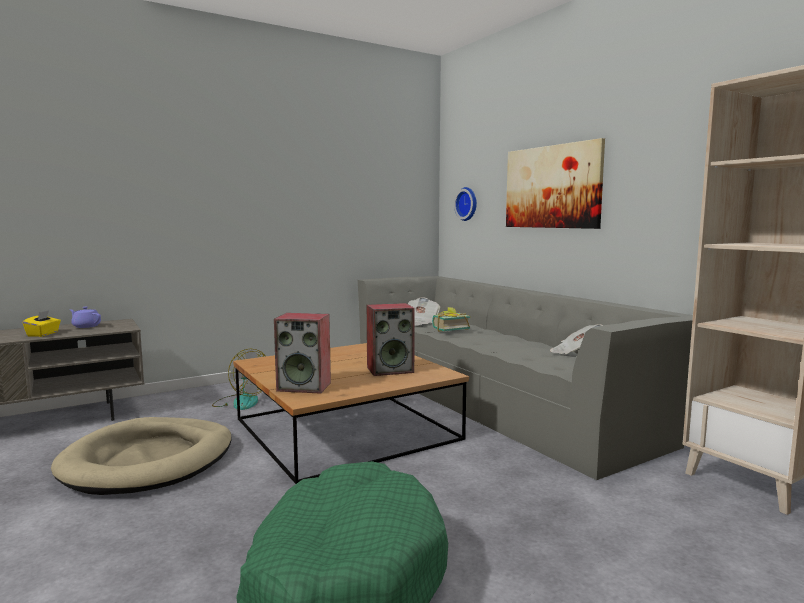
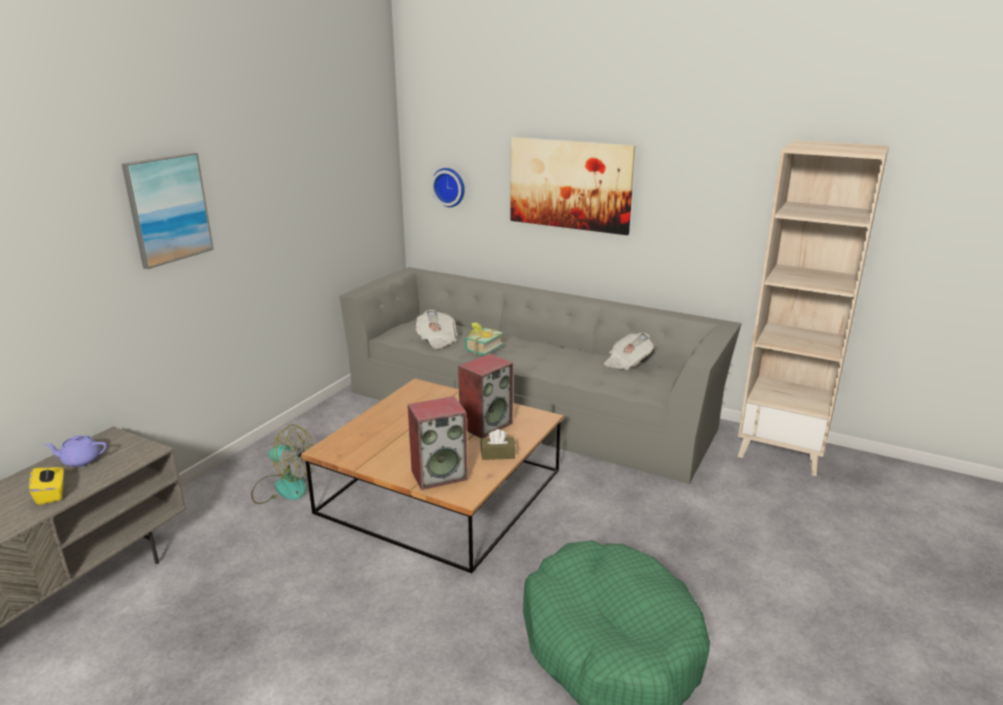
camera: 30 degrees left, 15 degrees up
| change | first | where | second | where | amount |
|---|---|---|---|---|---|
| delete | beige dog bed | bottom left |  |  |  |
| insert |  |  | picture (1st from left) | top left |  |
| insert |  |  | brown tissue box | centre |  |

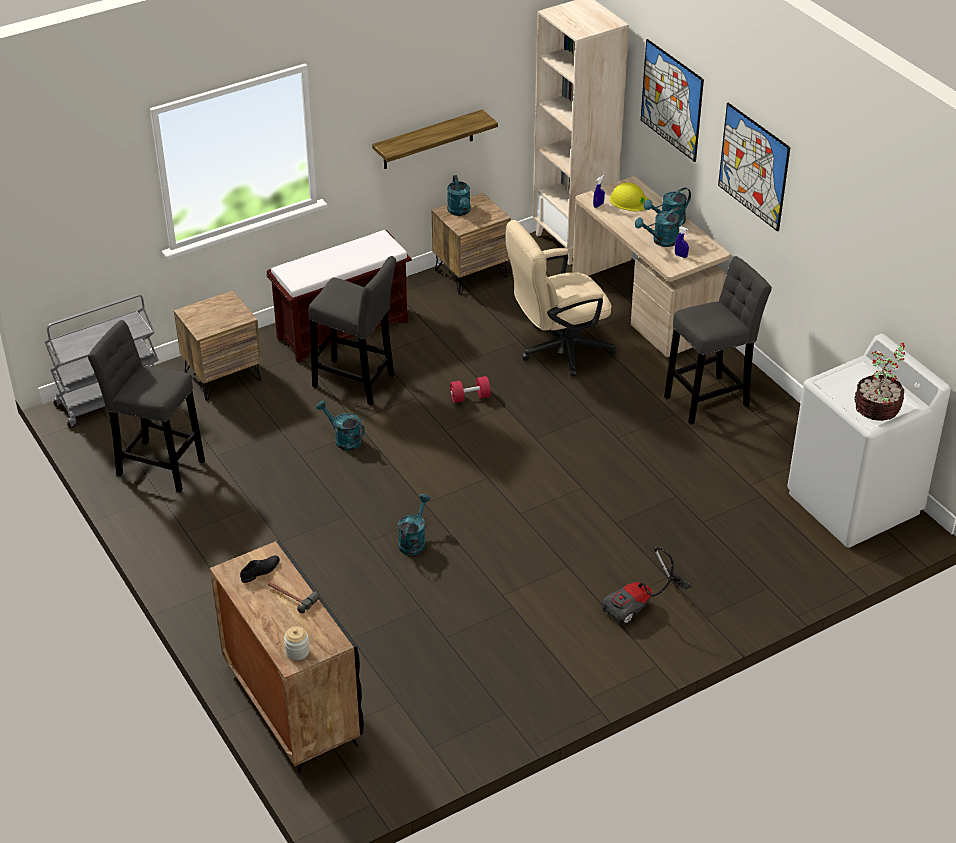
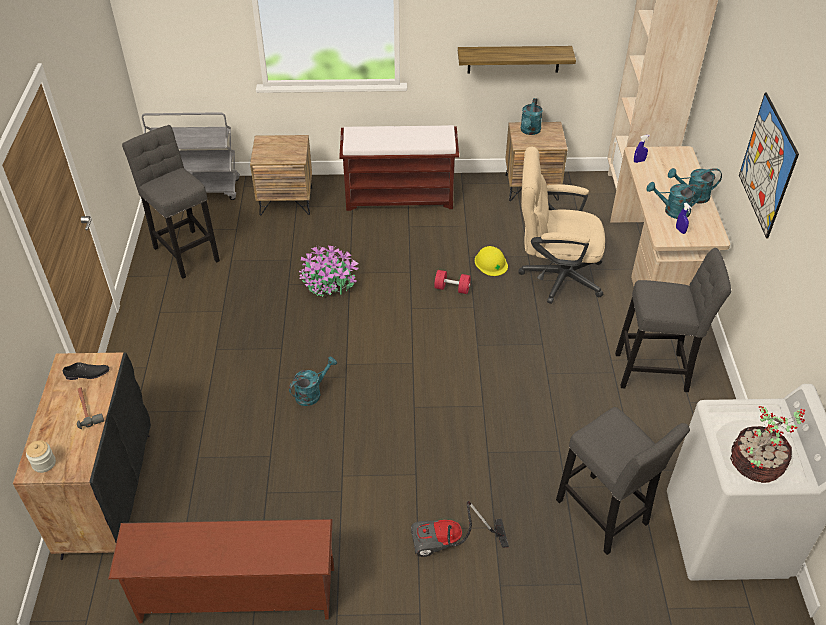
camera: 30 degrees right, 5 degrees up
| change | first | where | second | where | amount |
|---|---|---|---|---|---|
| delete | picture (1st from left) | top right |  |  |  |
| move | yellow hard hat | top centre |  | centre |  |
| move | grey stool (2nd from left) | centre |  | bottom right |  |
| replace | turquoise watering can (1st from left) | centre | potted plant (1st from left) | centre |  |
| insert |  |  | brown shoe rack | bottom left |  |

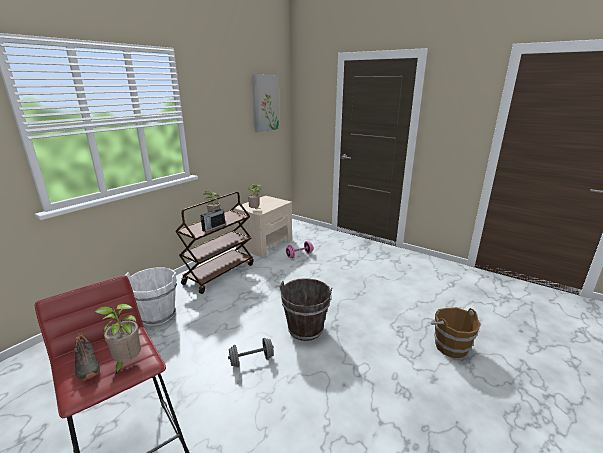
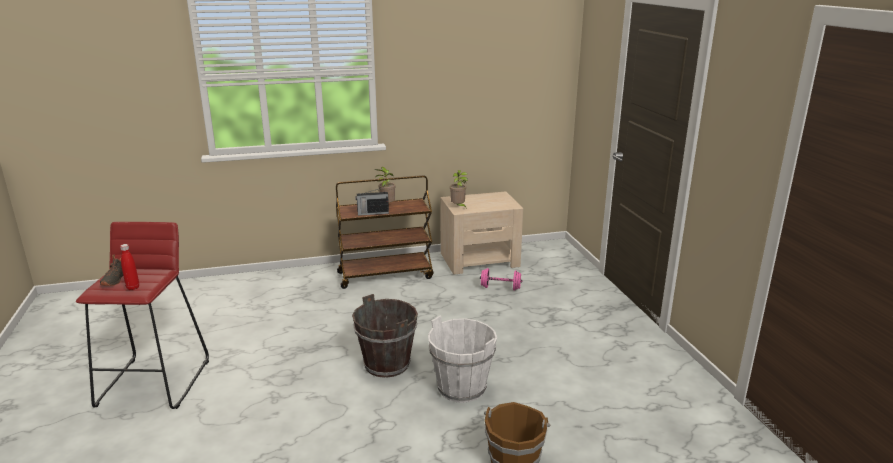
camera: 40 degrees right, 0 degrees up
| change | first | where | second | where | amount |
|---|---|---|---|---|---|
| delete | picture | top centre |  |  |  |
| move | white bucket | middle left |  | bottom centre |  |
| replace | potted plant (1st from left) | bottom left | red bottle | middle left |  |
| delete | grey dumbbell | bottom centre |  |  |  |

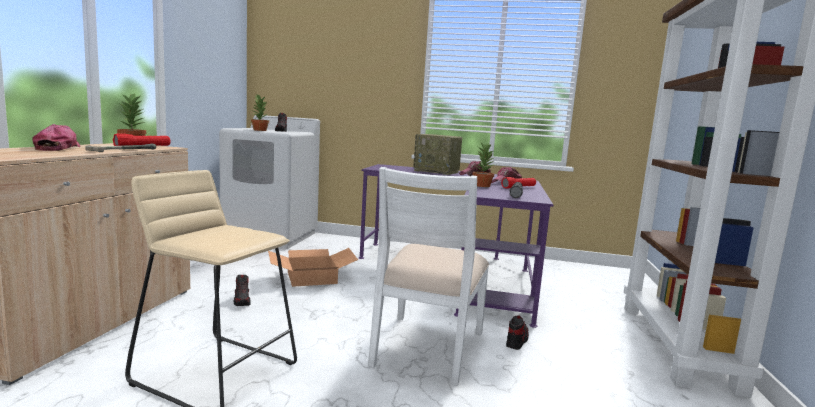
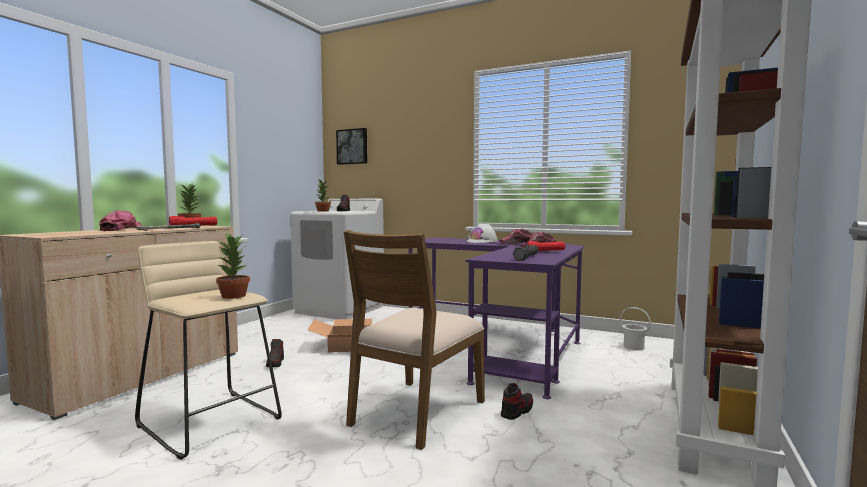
camera: 15 degrees right, 5 degrees down
| change | first | where | second | where | amount |
|---|---|---|---|---|---|
| replace | radio | centre | white hard hat | centre |  |
| move | potted plant (3rd from left in the first image) | centre | potted plant (2nd from left) | middle left |  |
| recolor | white chair | bottom centre | brown chair | bottom centre |  |
| insert |  |  | picture | top centre |  |
| insert |  |  | white bucket | bottom right |  |

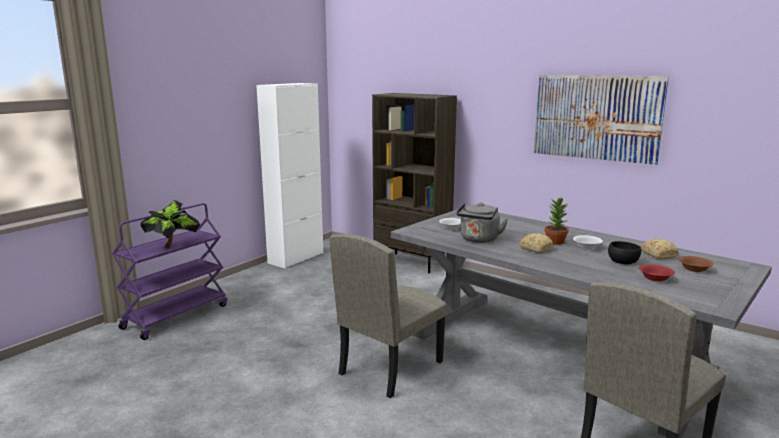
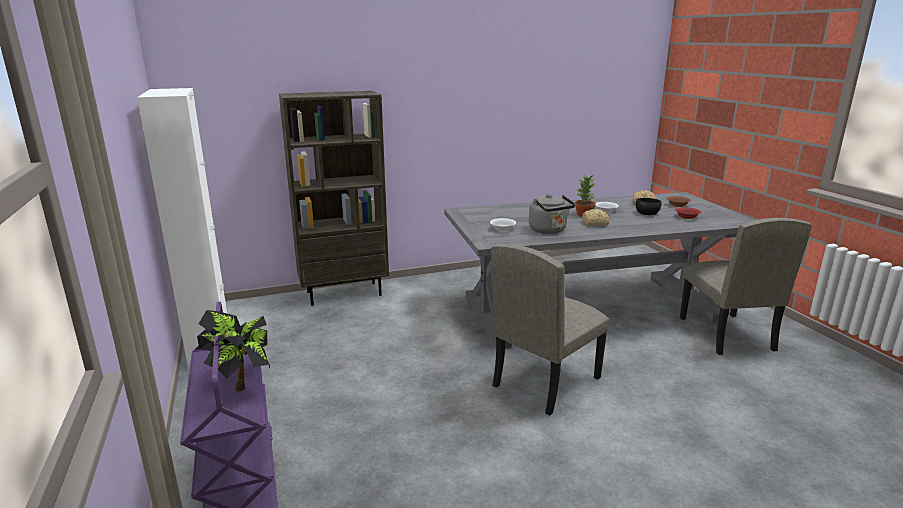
camera: 55 degrees left, 5 degrees up
| change | first | where | second | where | amount |
|---|---|---|---|---|---|
| delete | picture | top right |  |  |  |
| rotate | beige chair (1st from left) | bottom centre |  | centre | 60 degrees clockwise |

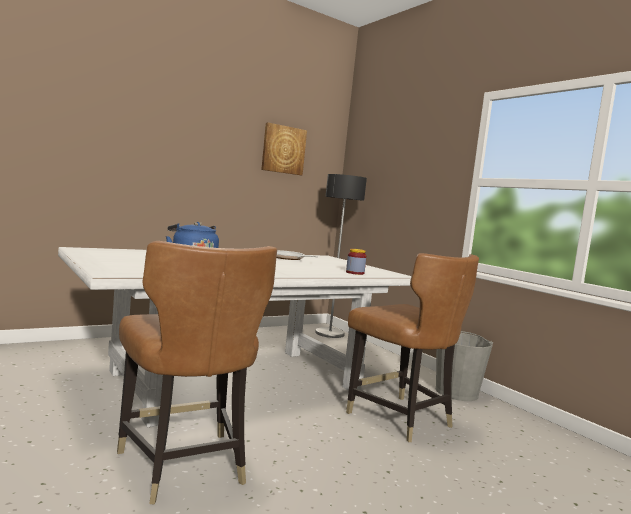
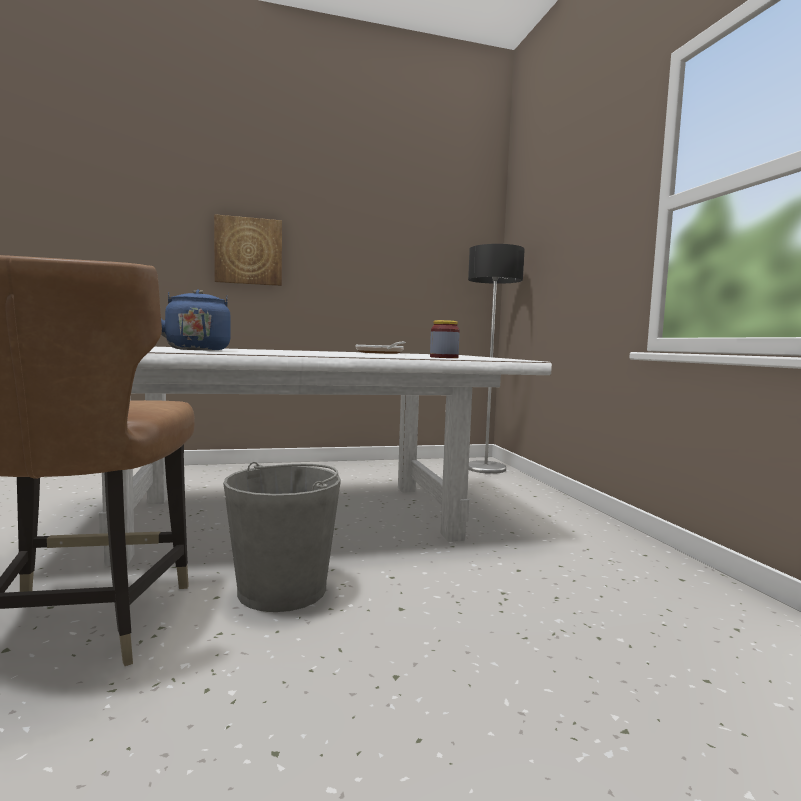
camera: 20 degrees right, 0 degrees up
| change | first | where | second | where | amount |
|---|---|---|---|---|---|
| move | picture | top centre |  | top left |  |
| delete | brown chair (2nd from left) | bottom centre |  |  |  |
| move | grey bucket | bottom right |  | bottom centre |  |

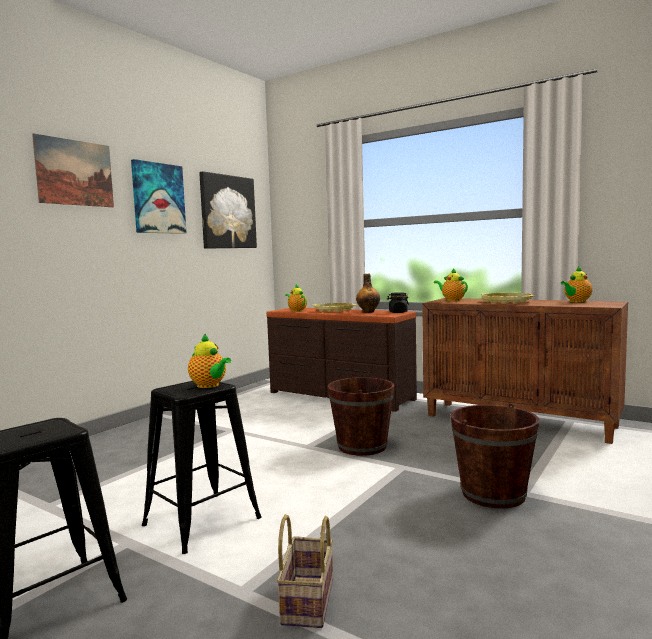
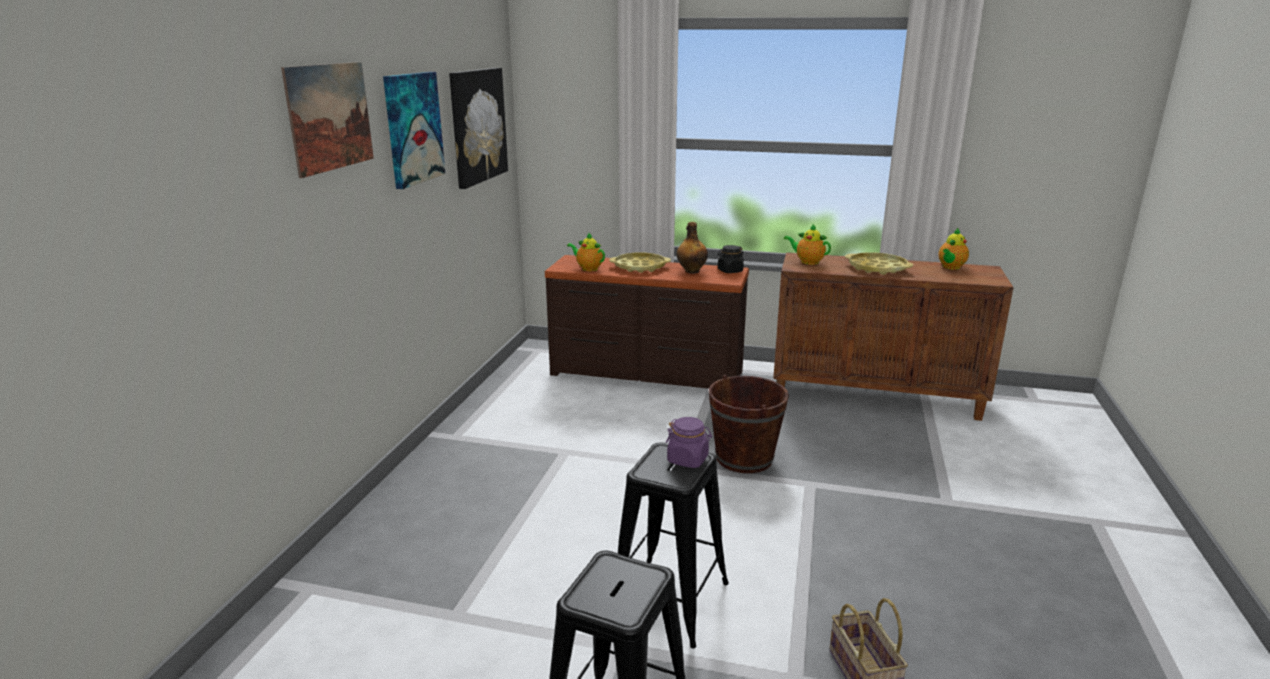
camera: 20 degrees left, 15 degrees up
| change | first | where | second | where | amount |
|---|---|---|---|---|---|
| replace | teapot (1st from left) | middle left | purple jar | centre |  |
| delete | brown bucket (2nd from left) | bottom right |  |  |  |

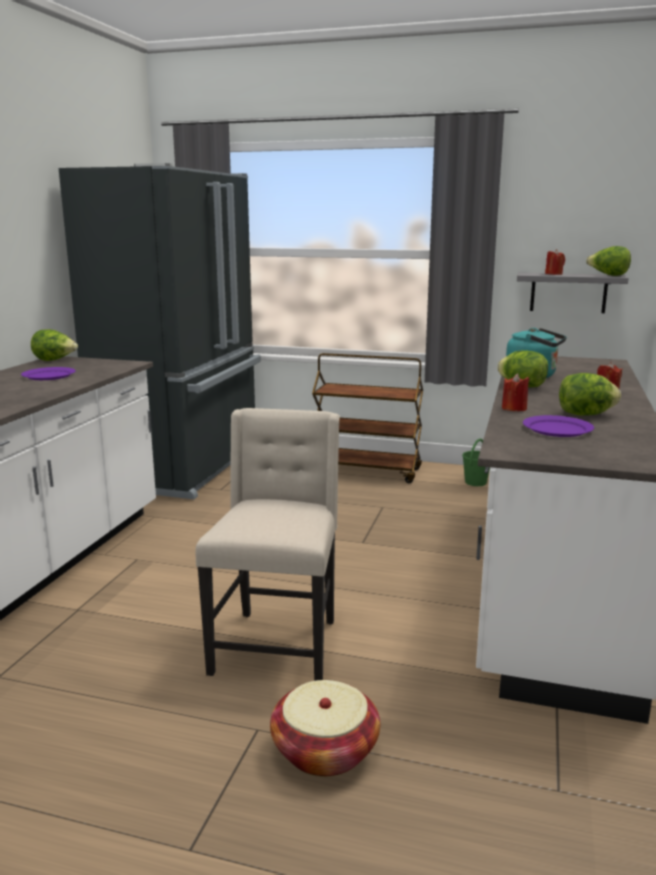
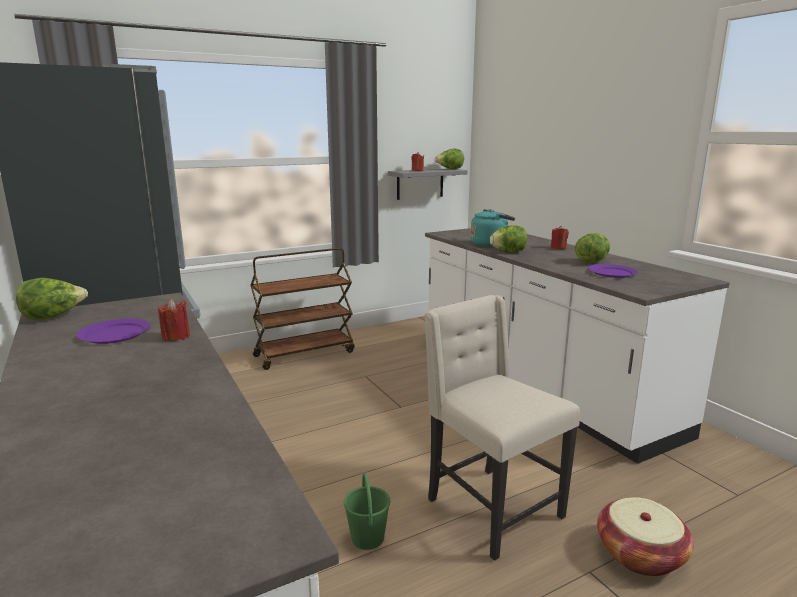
camera: 45 degrees left, 0 degrees up
| change | first | where | second | where | amount |
|---|---|---|---|---|---|
| move | red candle (1st from left) | middle right |  | middle left |  |
| move | green bucket | middle right |  | bottom centre |  |

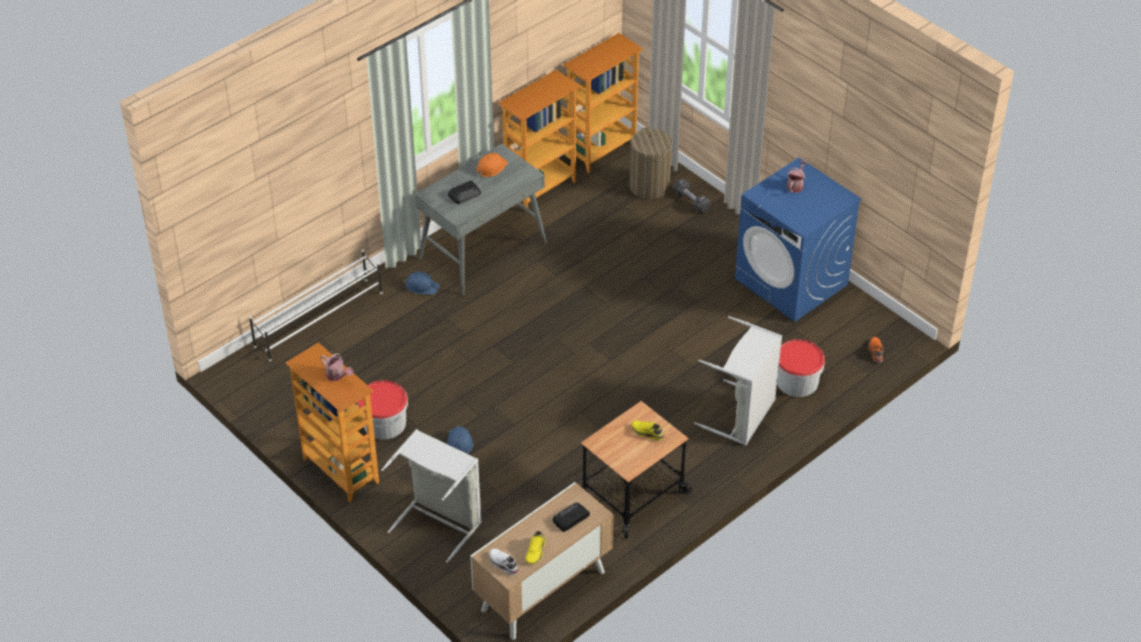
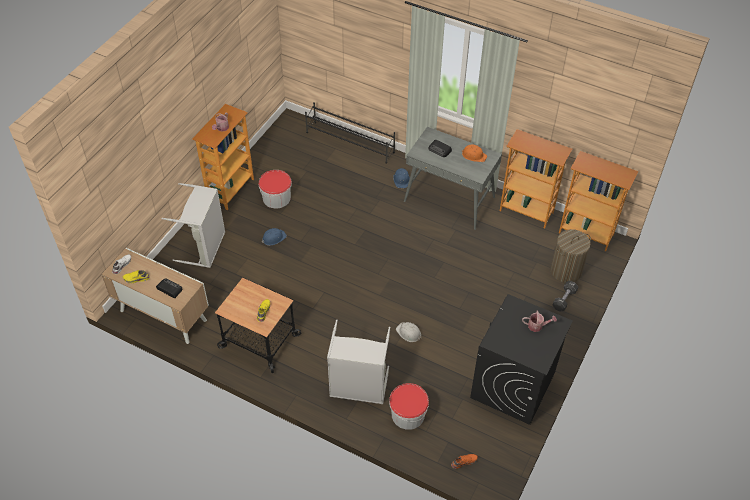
camera: 70 degrees right, 5 degrees up
| change | first | where | second | where | amount |
|---|---|---|---|---|---|
| recolor | blue washing machine | middle right | black washing machine | bottom right |  |
| recolor | white shoe rack | middle left | black shoe rack | top centre |  |
| insert |  |  | white hard hat | centre |  |

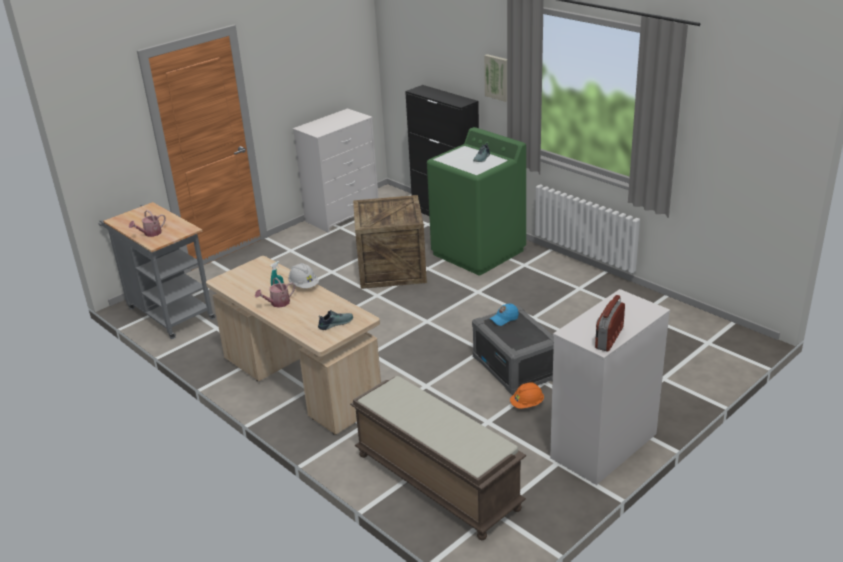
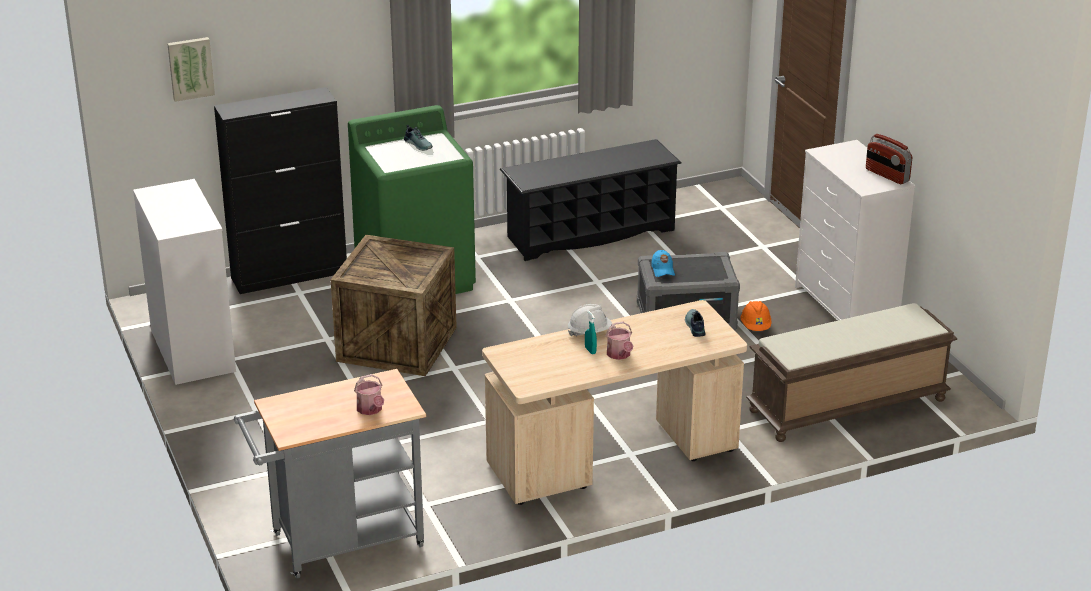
camera: 70 degrees left, 0 degrees up
| change | first | where | second | where | amount |
|---|---|---|---|---|---|
| move | picture | top centre |  | top left |  |
| insert |  |  | black shoe rack | centre |  |

